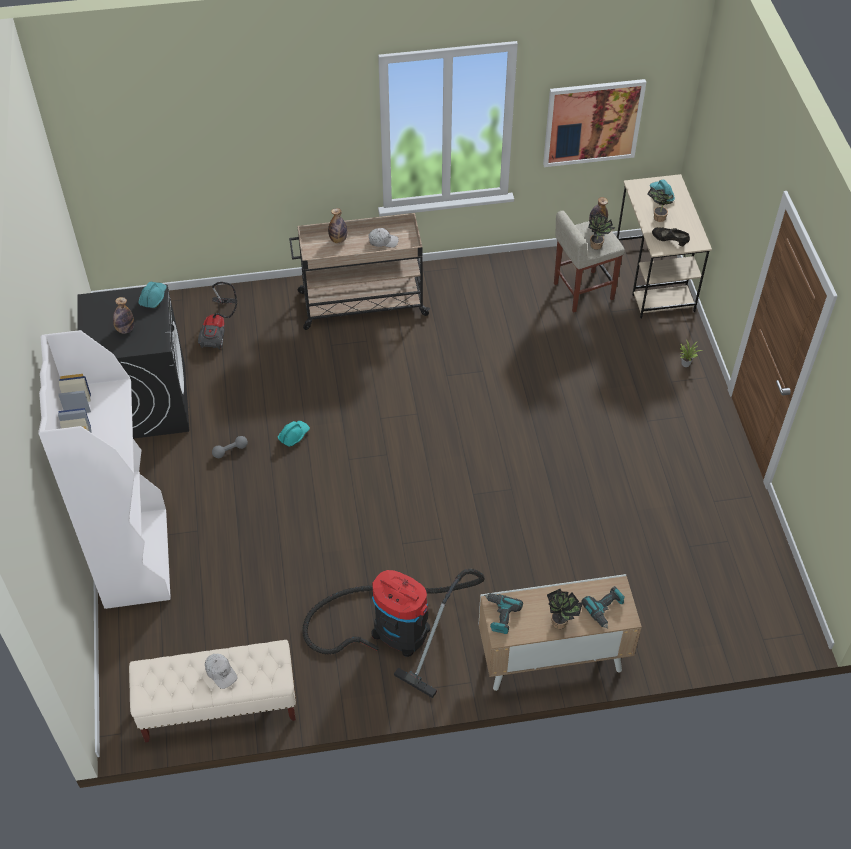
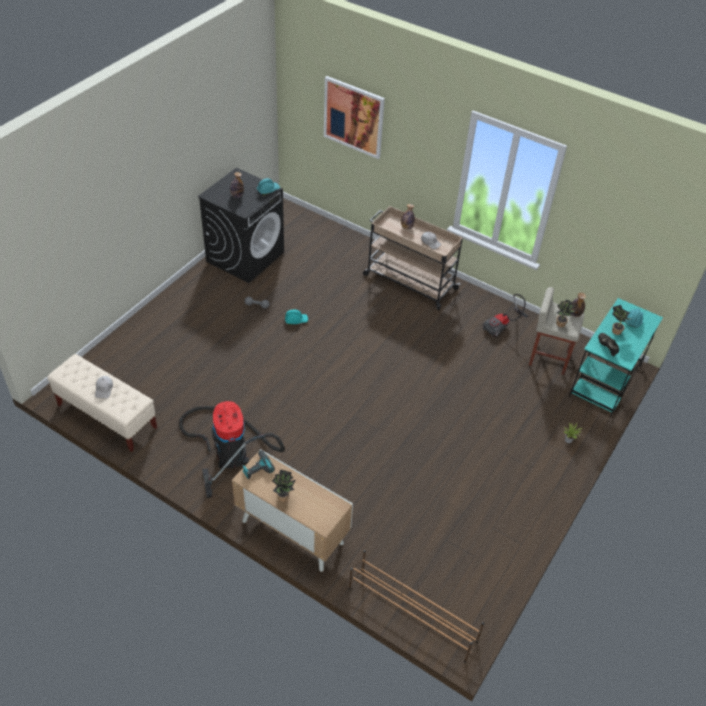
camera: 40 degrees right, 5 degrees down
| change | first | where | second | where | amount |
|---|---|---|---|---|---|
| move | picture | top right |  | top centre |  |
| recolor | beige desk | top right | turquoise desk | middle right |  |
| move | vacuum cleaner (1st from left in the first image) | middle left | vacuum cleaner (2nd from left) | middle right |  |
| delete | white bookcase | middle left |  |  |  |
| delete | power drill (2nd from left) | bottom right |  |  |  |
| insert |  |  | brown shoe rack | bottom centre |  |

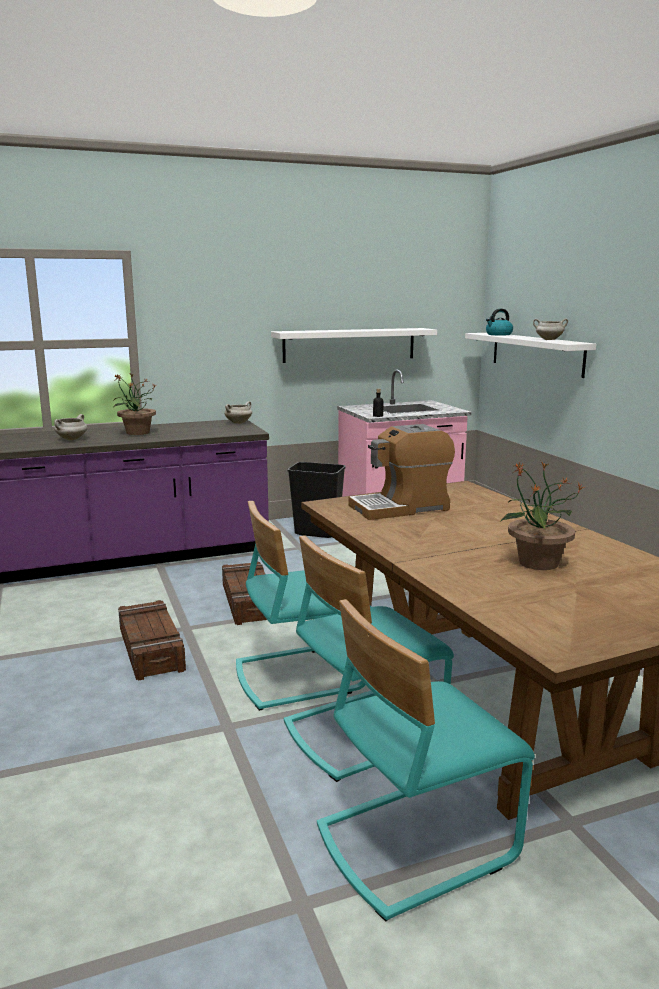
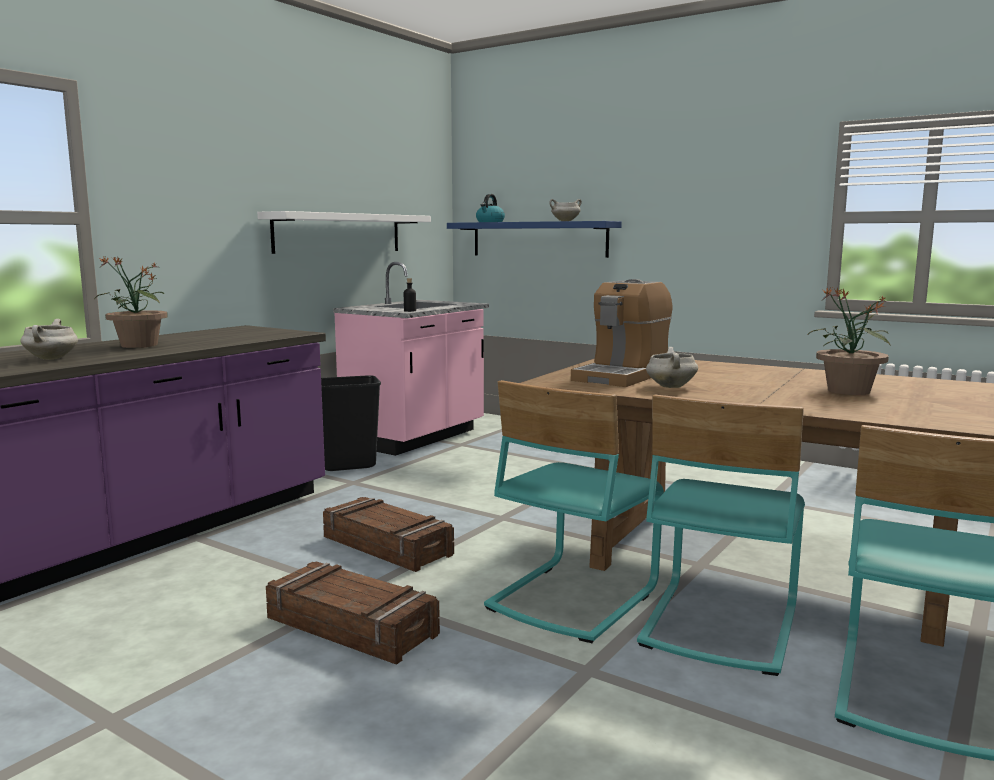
camera: 35 degrees left, 5 degrees down
| change | first | where | second | where | amount |
|---|---|---|---|---|---|
| recolor | white shelf (2nd from left) | middle right | blue shelf | top centre |  |
| move | white cooking pot (2nd from left in the first image) | centre | white cooking pot (3rd from left) | middle right |  |

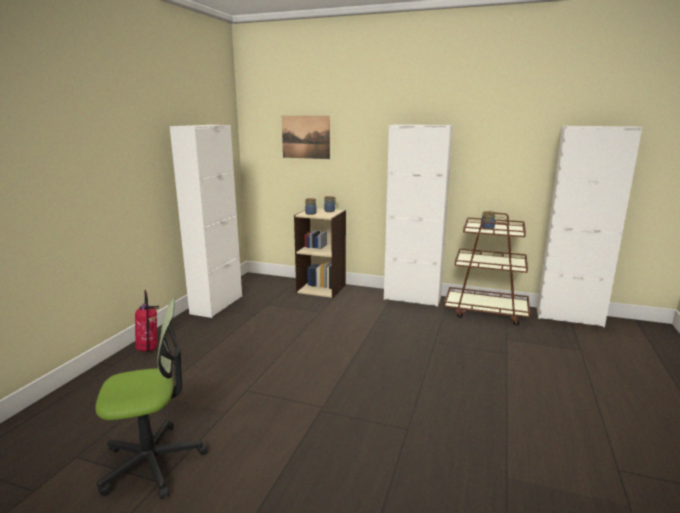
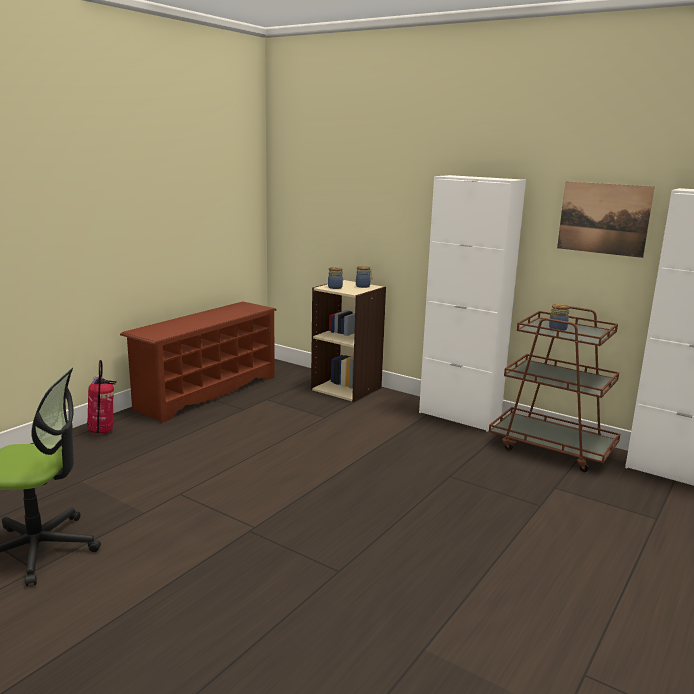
camera: 15 degrees right, 0 degrees up
| change | first | where | second | where | amount |
|---|---|---|---|---|---|
| move | picture | top centre |  | top right |  |
| replace | white cabinet (1st from left) | middle left | brown shoe rack | middle left |  |

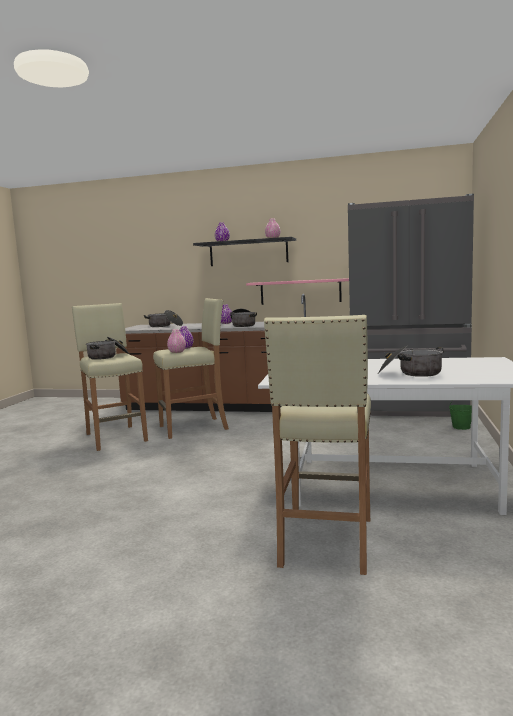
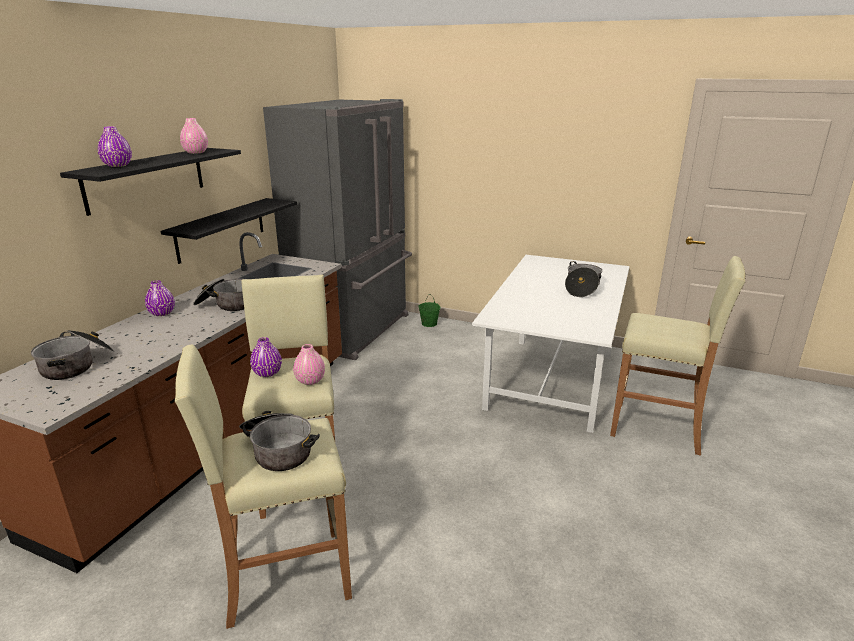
camera: 80 degrees left, 15 degrees up
| change | first | where | second | where | amount |
|---|---|---|---|---|---|
| recolor | pink shelf | centre | black shelf (2nd from left) | middle left |  |

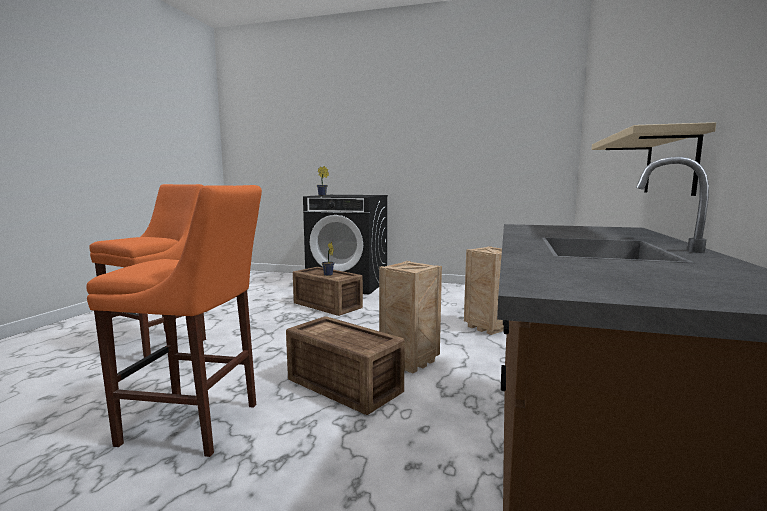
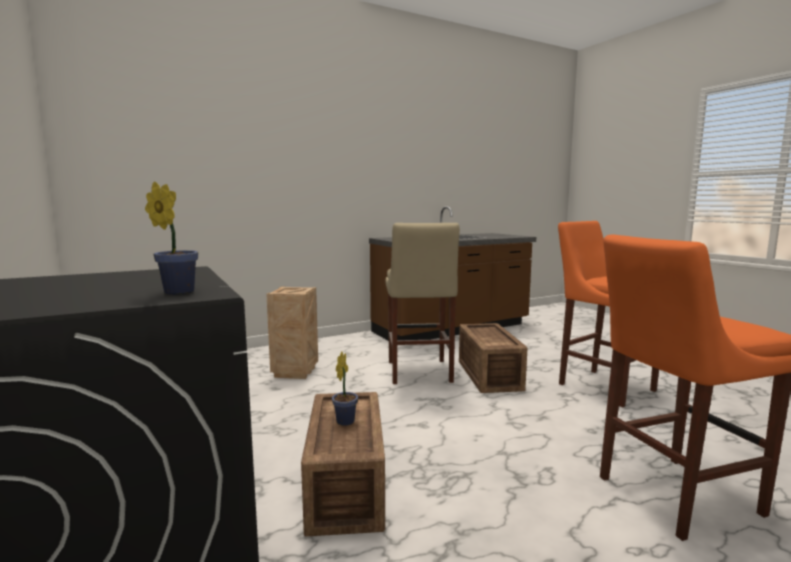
camera: 135 degrees left, 0 degrees up
| change | first | where | second | where | amount |
|---|---|---|---|---|---|
| delete | beige shelf | top right |  |  |  |
| replace | crate (3rd from left) | centre | beige stool | centre |  |

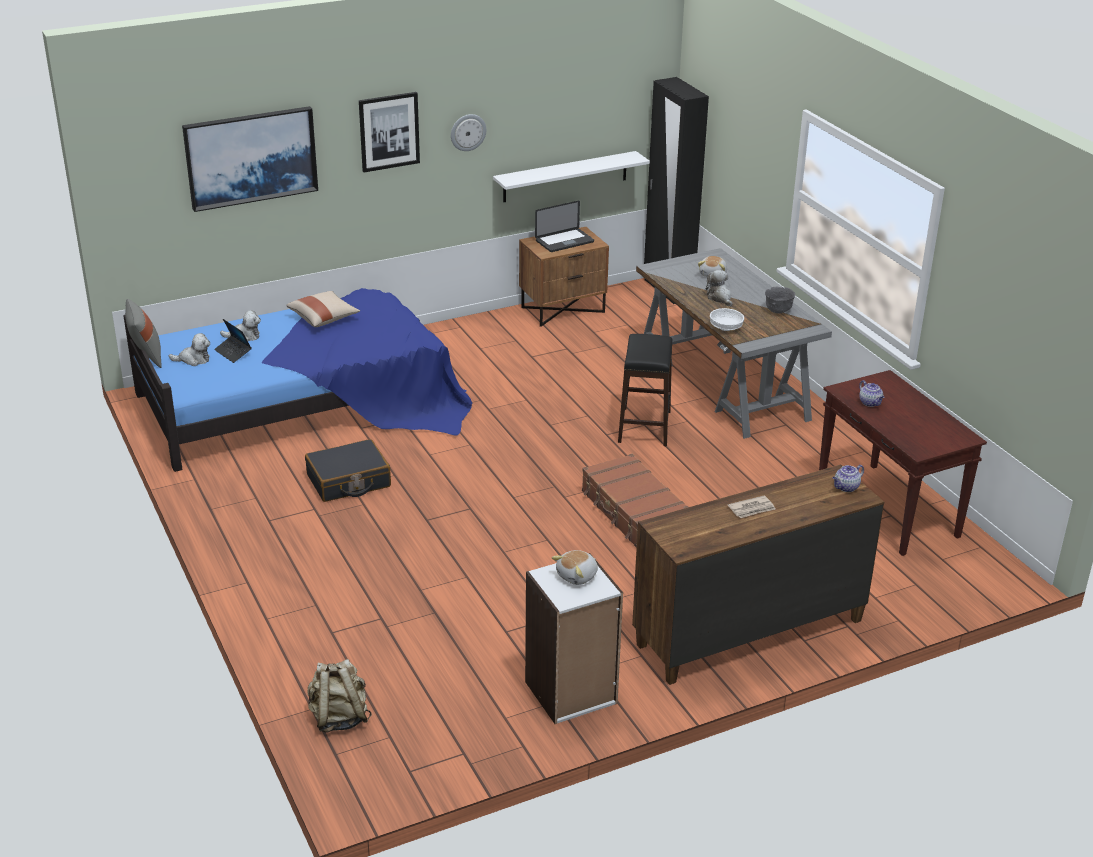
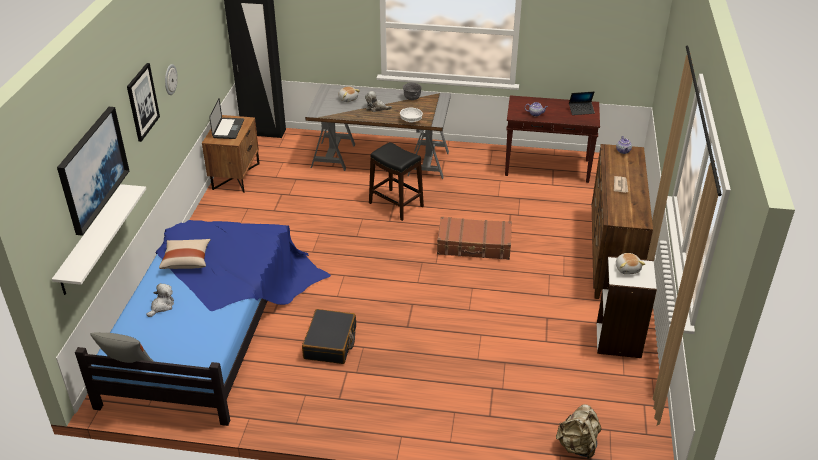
camera: 55 degrees left, 5 degrees up
| change | first | where | second | where | amount |
|---|---|---|---|---|---|
| move | white shelf | top centre |  | middle left |  |
| move | laptop (1st from left in the first image) | middle left | laptop (2nd from left) | top right |  |
| delete | plush toy (1st from left) | middle left |  |  |  |

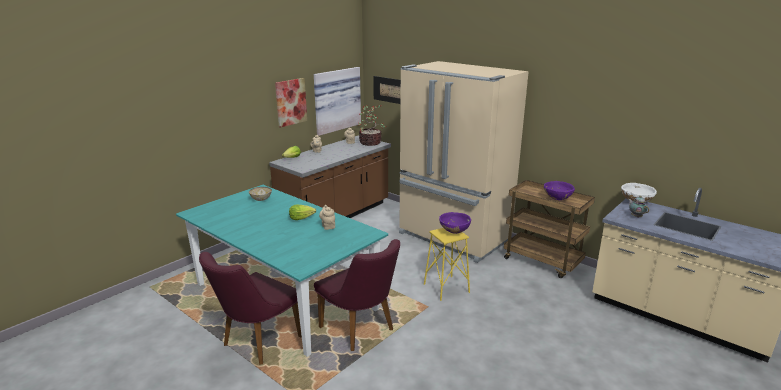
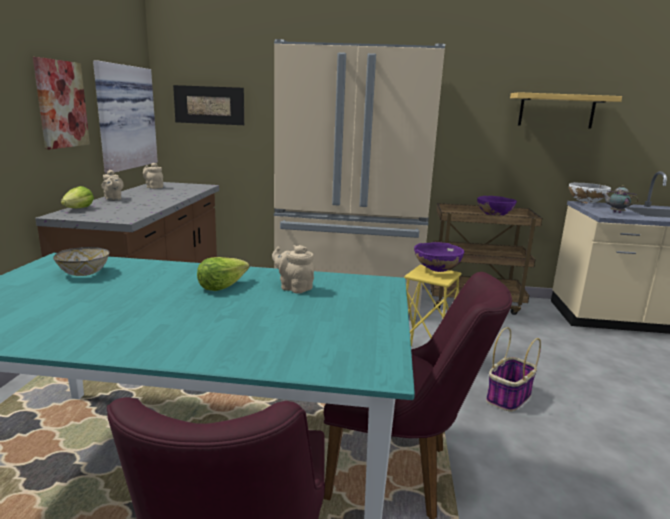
camera: 35 degrees left, 5 degrees down
| change | first | where | second | where | amount |
|---|---|---|---|---|---|
| delete | potted plant | top centre |  |  |  |
| insert |  |  | shelf | top right |  |
| insert |  |  | basket | bottom right |  |

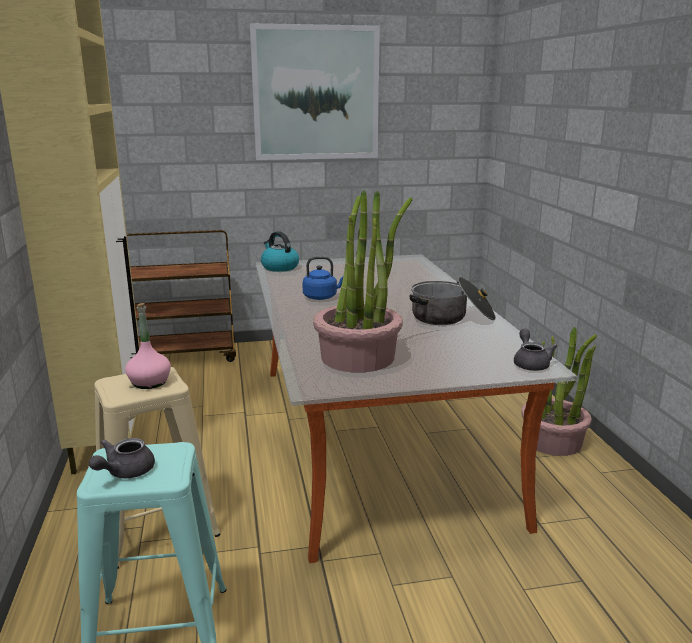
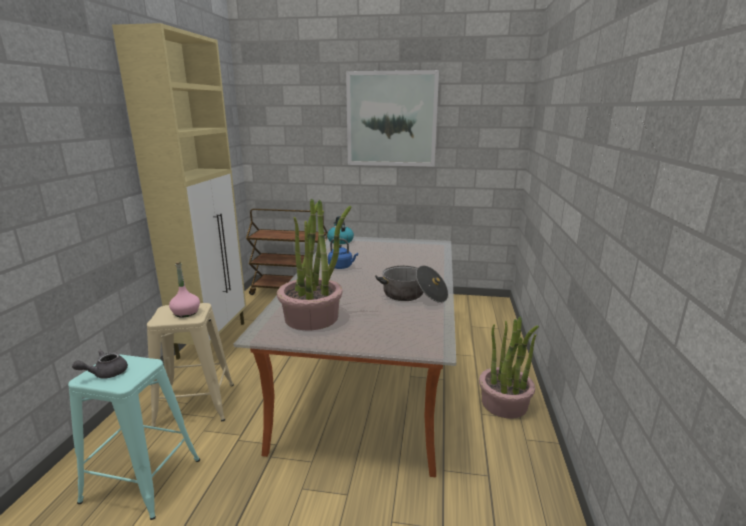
camera: 20 degrees right, 0 degrees up
| change | first | where | second | where | amount |
|---|---|---|---|---|---|
| delete | grey teapot (2nd from left) | middle right |  |  |  |

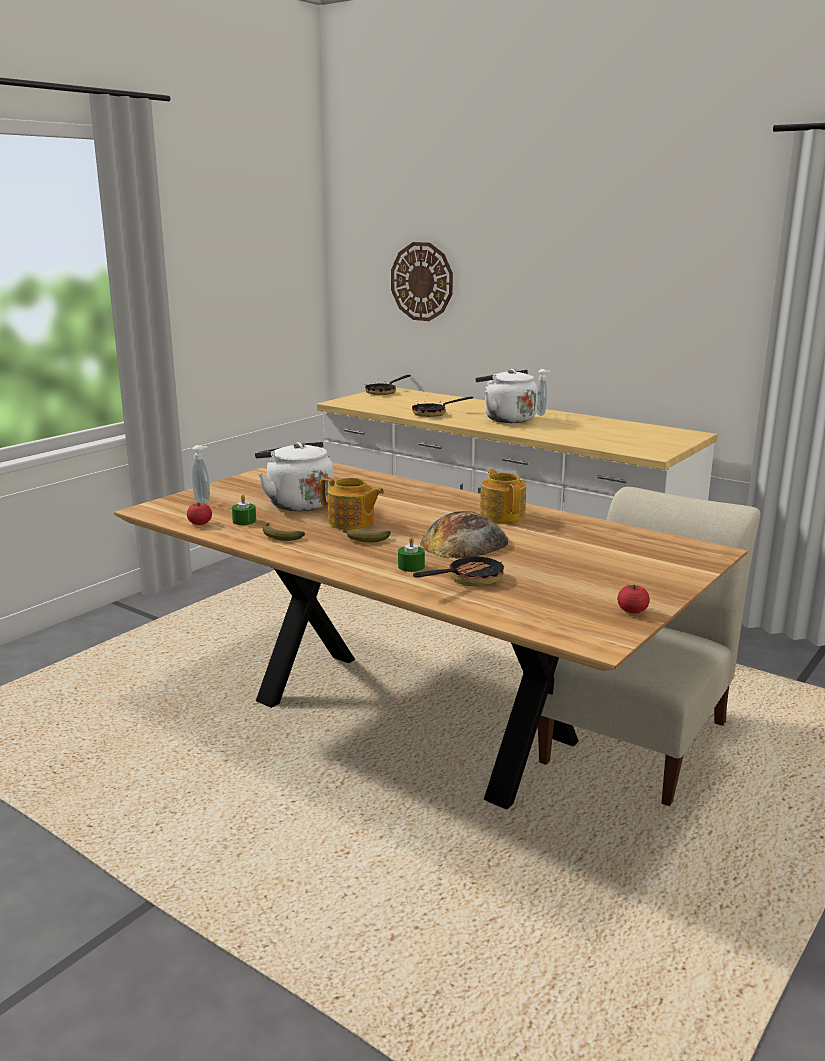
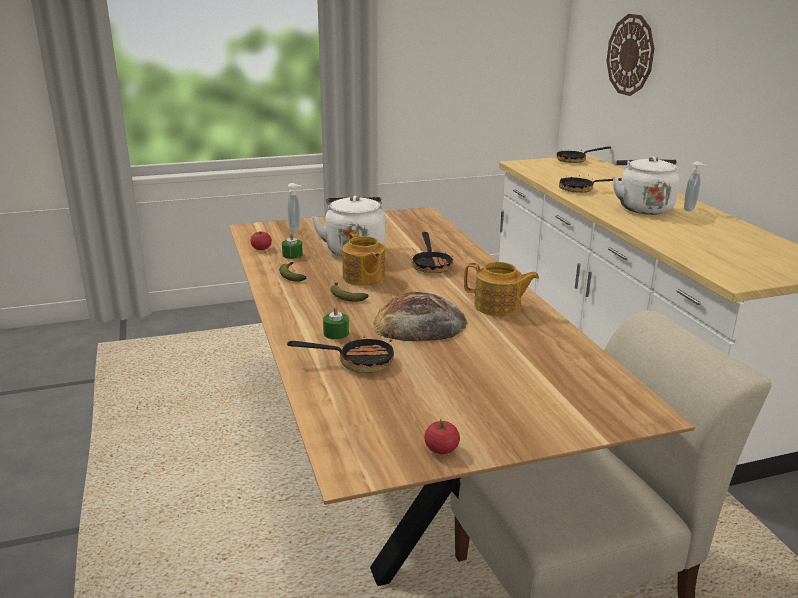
camera: 35 degrees right, 5 degrees up
| change | first | where | second | where | amount |
|---|---|---|---|---|---|
| rotate | teapot (2nd from left) | centre |  | centre | 90 degrees clockwise |
| insert |  |  | frying pan (2nd from left) | centre |  |

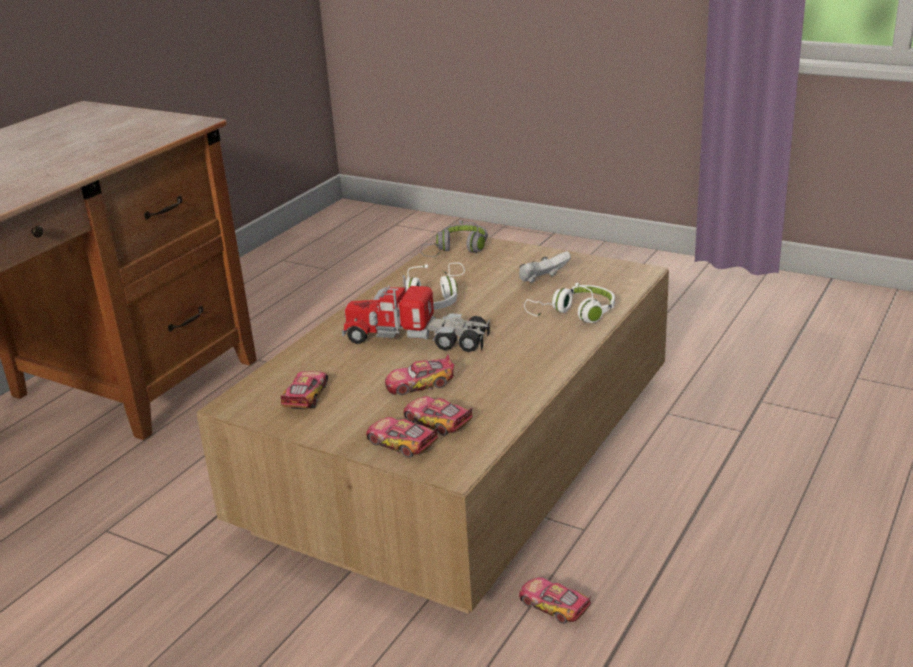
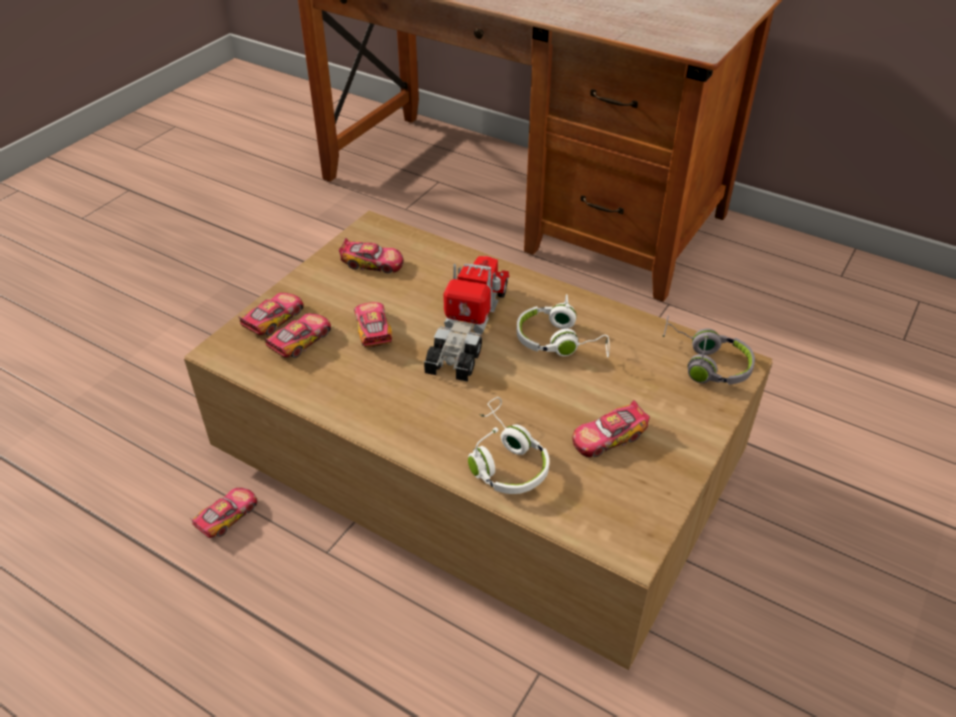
camera: 90 degrees right, 15 degrees up
| change | first | where | second | where | amount |
|---|---|---|---|---|---|
| replace | white game controller | centre | toy car (6th from left) | centre |  |

